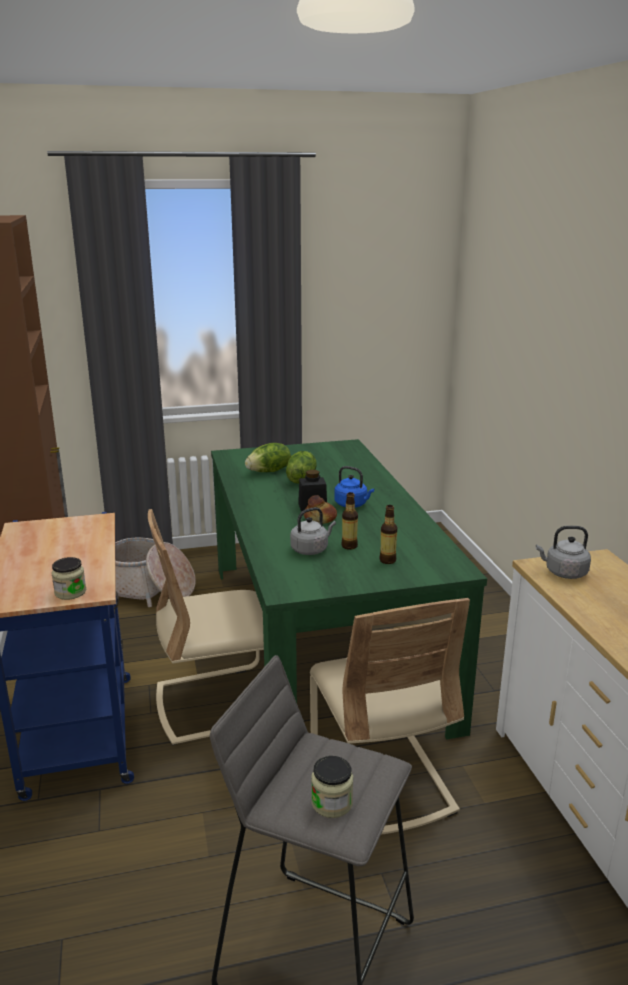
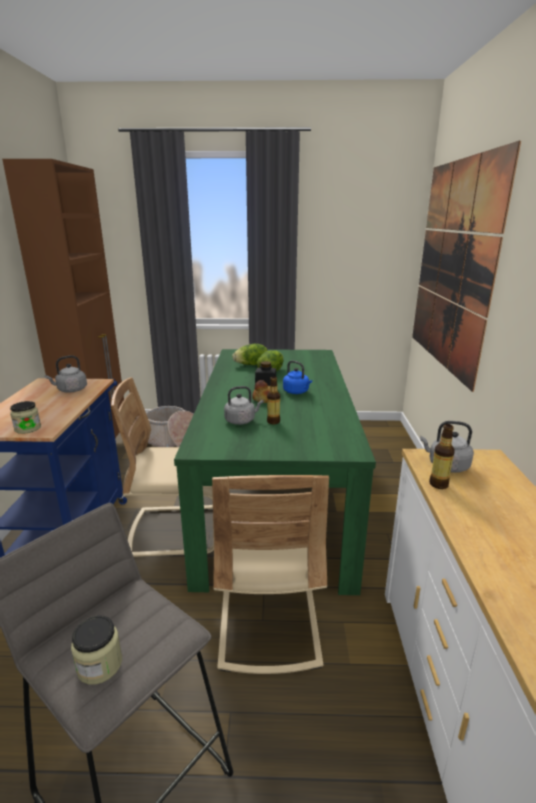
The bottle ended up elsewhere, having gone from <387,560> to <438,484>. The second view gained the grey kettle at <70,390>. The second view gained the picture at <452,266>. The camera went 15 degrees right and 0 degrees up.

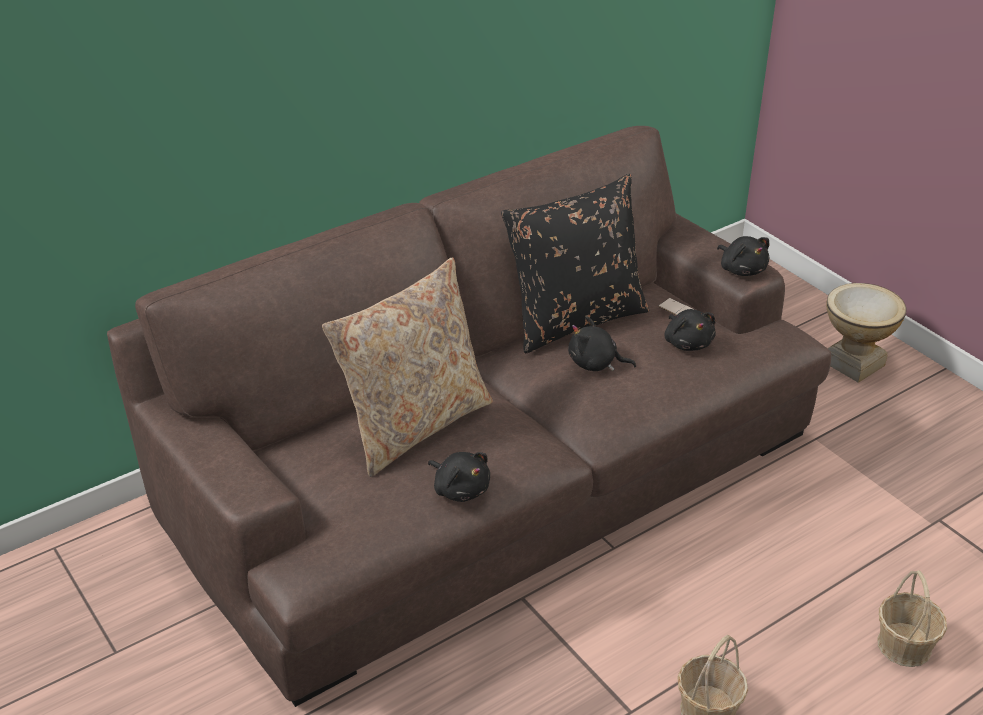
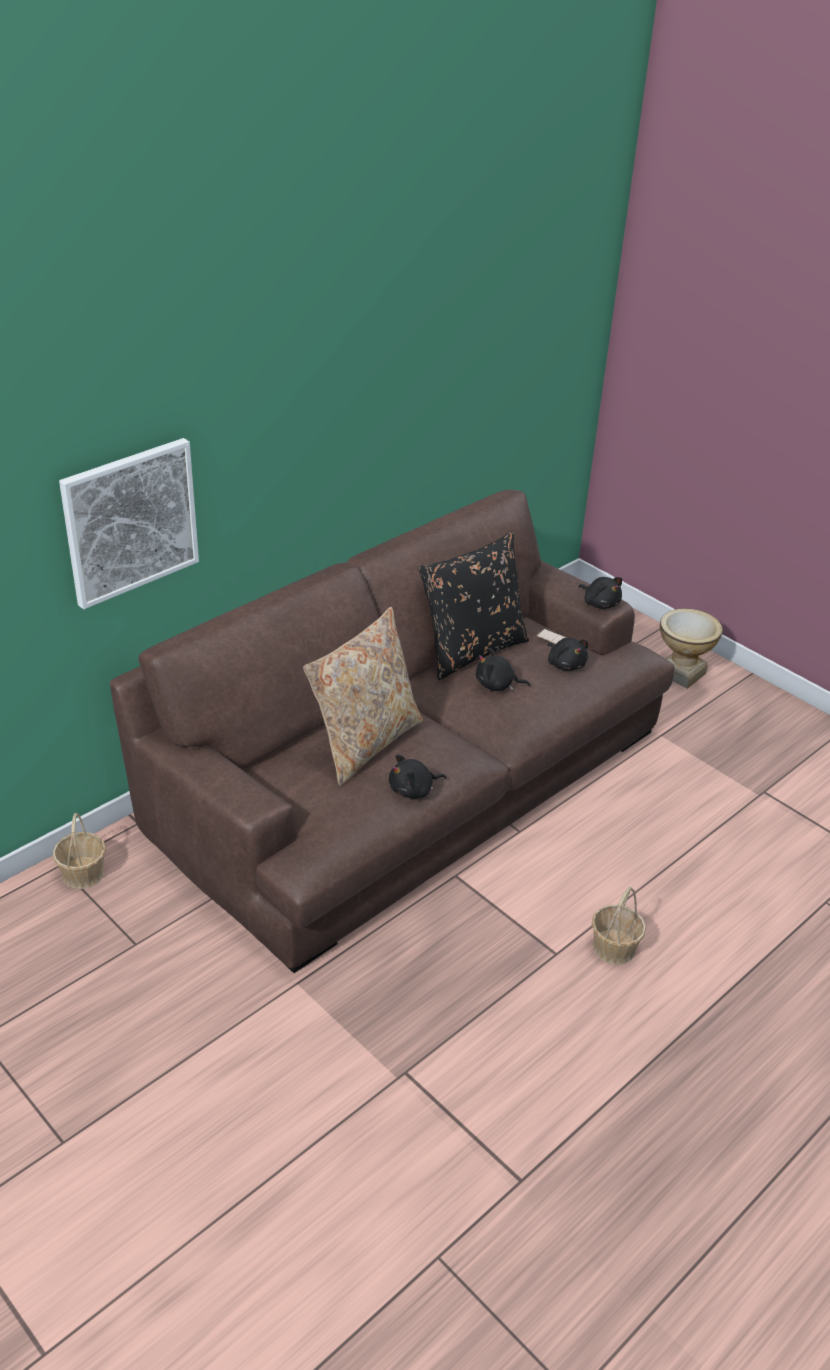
The black plush toy at <460,489> ended up facing another way, 120 degrees clockwise from before. The basket ended up elsewhere, having gone from <904,645> to <83,873>. The second view gained the picture at <130,521>. The camera went 10 degrees left and 0 degrees up.

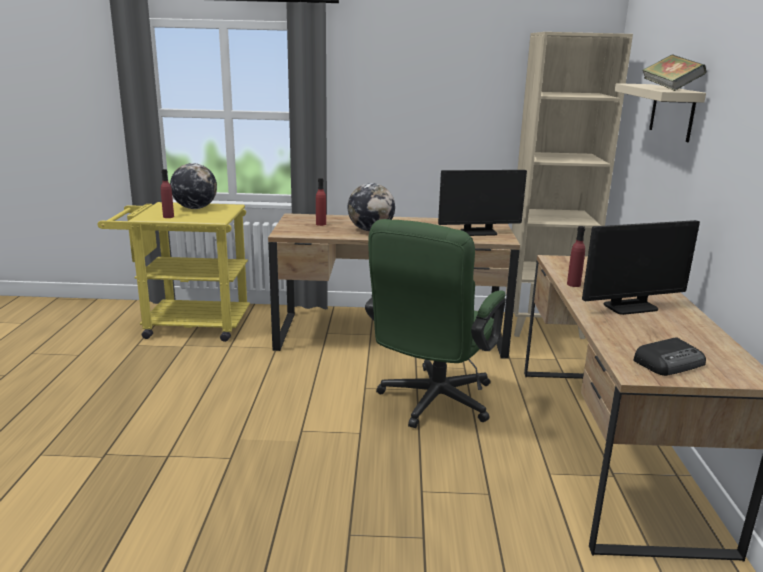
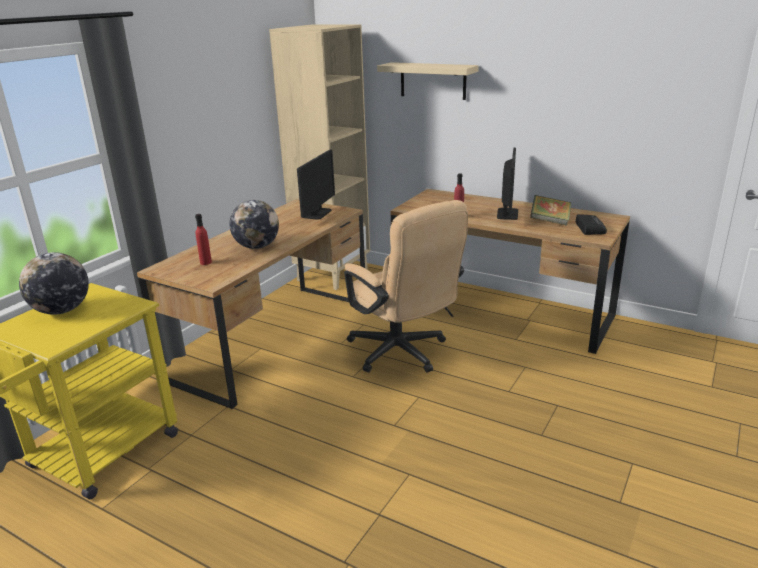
The second view lost the red bottle at <168,217>. What was the green office chair at <431,404> turned into the beige office chair at <403,354>. The book ended up elsewhere, having gone from <670,89> to <549,221>. The camera went 60 degrees left and 5 degrees up.

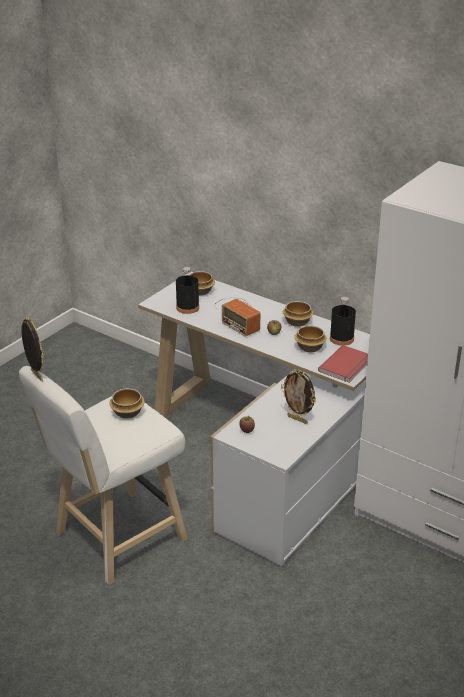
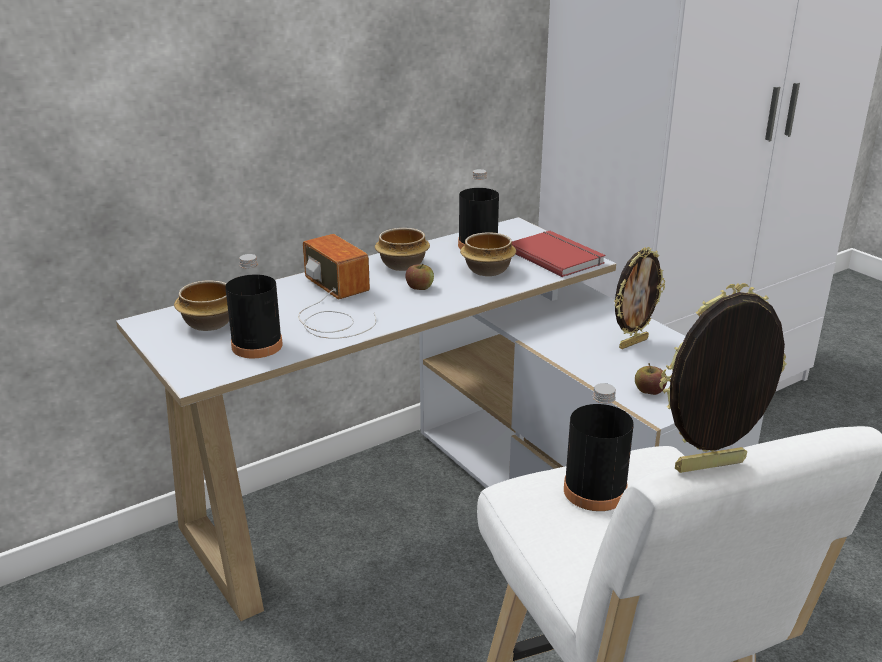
Where the bowl stood at <128,412>, the black bottle came to stand at <595,491>. The radio at <238,315> ended up facing another way, 105 degrees counterclockwise from before. The camera went 70 degrees left and 5 degrees down.

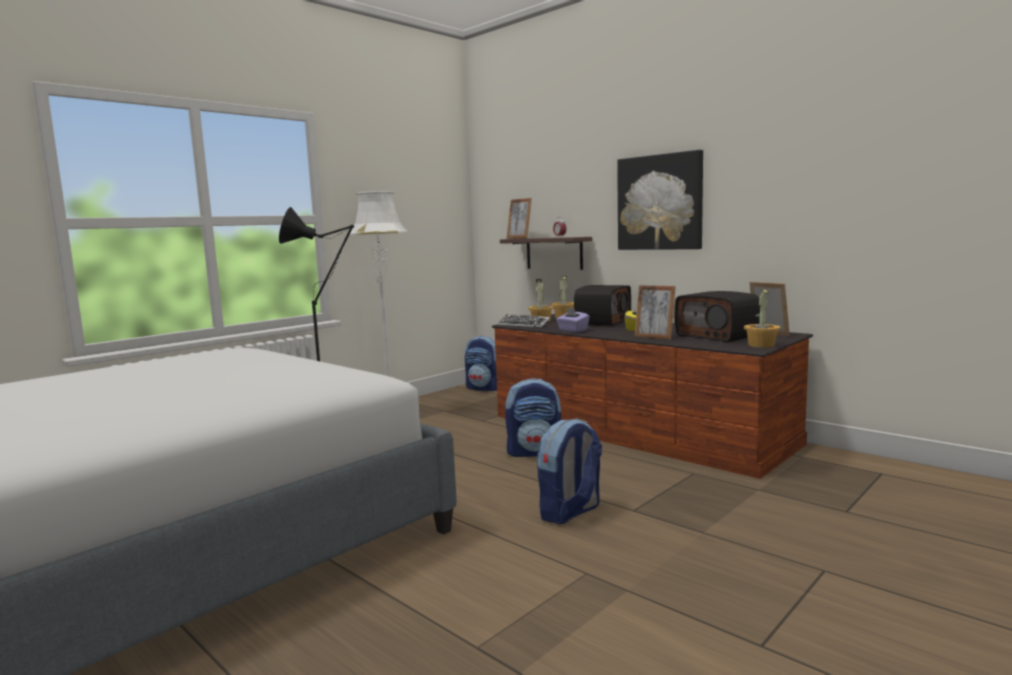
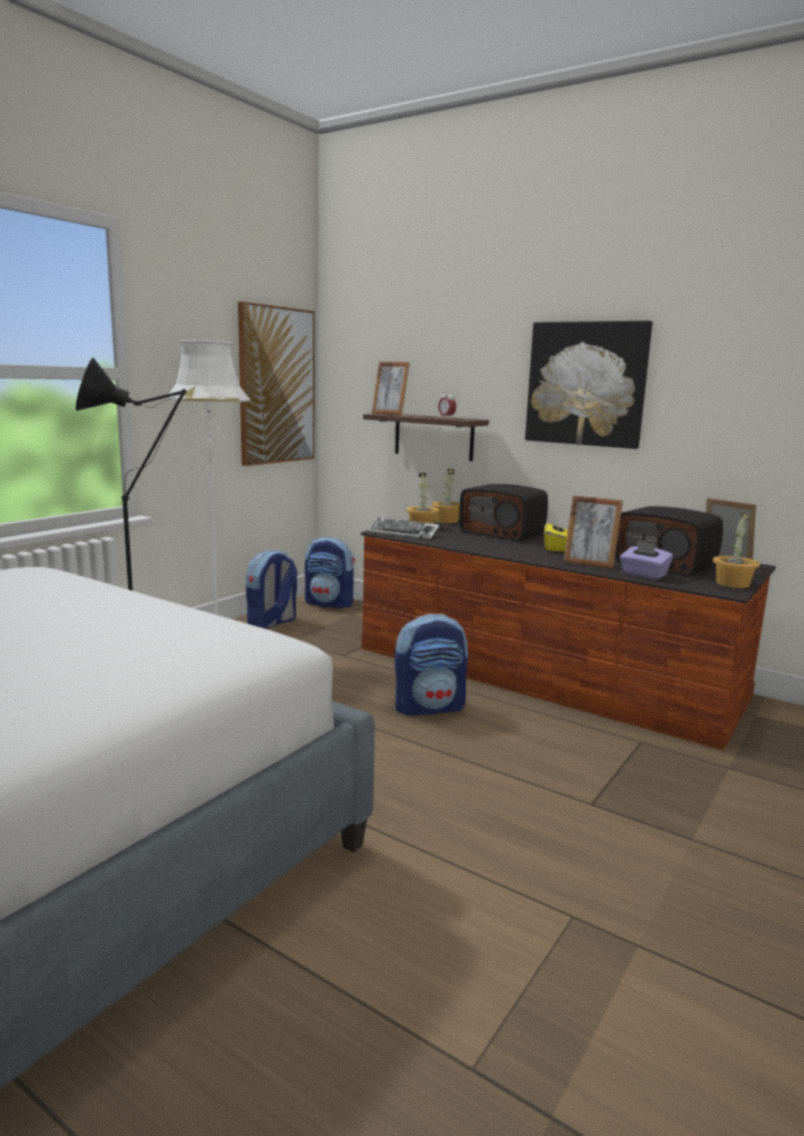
The backpack ended up elsewhere, having gone from <570,512> to <271,623>. The purple tissue box ended up elsewhere, having gone from <572,330> to <643,575>. The radio at <602,322> ended up facing another way, 105 degrees clockwise from before. The second view gained the picture at <276,386>. The camera went 10 degrees left and 5 degrees up.

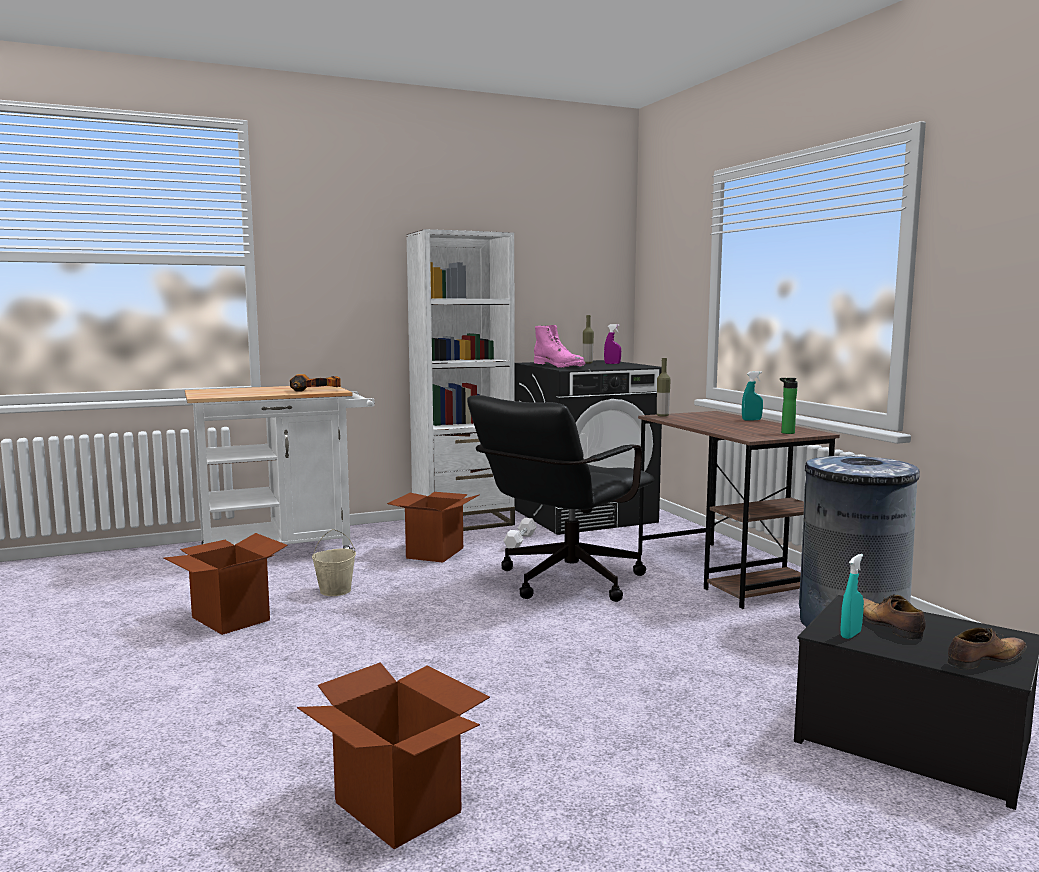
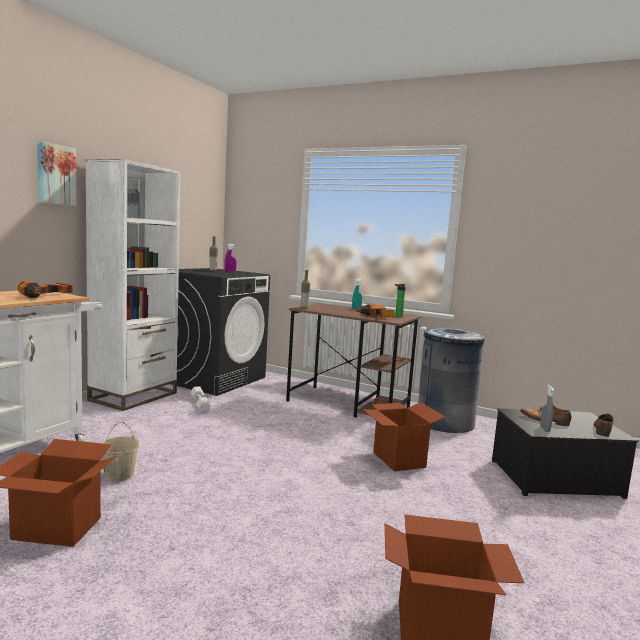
The cardboard box ended up elsewhere, having gone from <435,553> to <398,459>. The second view lost the black office chair at <561,583>. The second view lost the pink boot at <560,366>. What was the turquoise spray bottle at <850,634> turned into the grey spray bottle at <544,429>. The second view gained the picture at <55,174>. The second view gained the power drill at <374,317>. The camera went 40 degrees left and 0 degrees up.

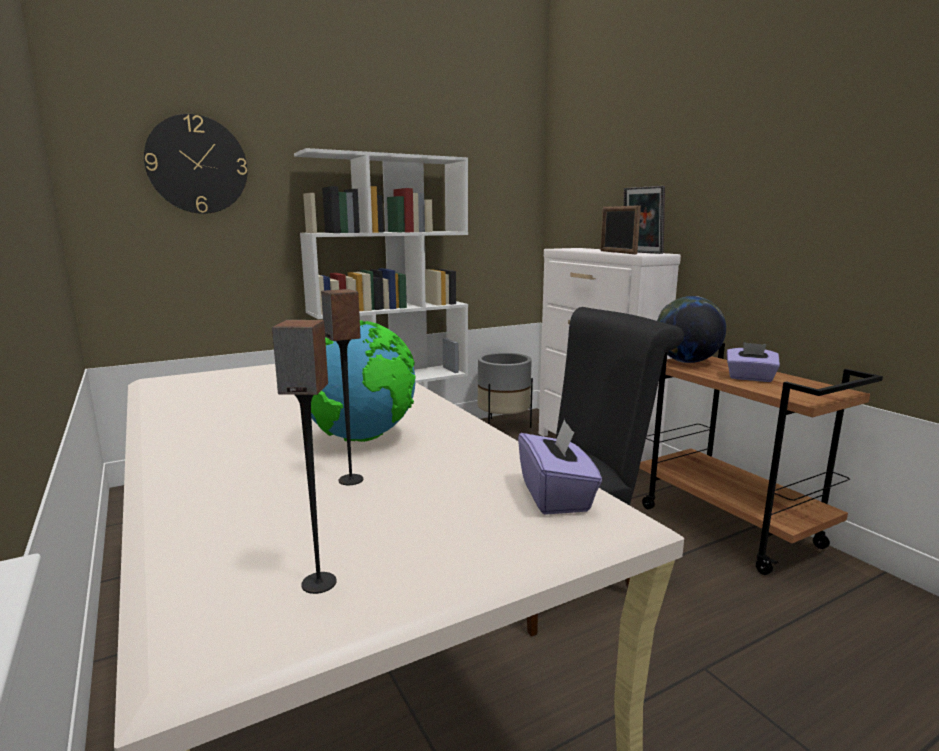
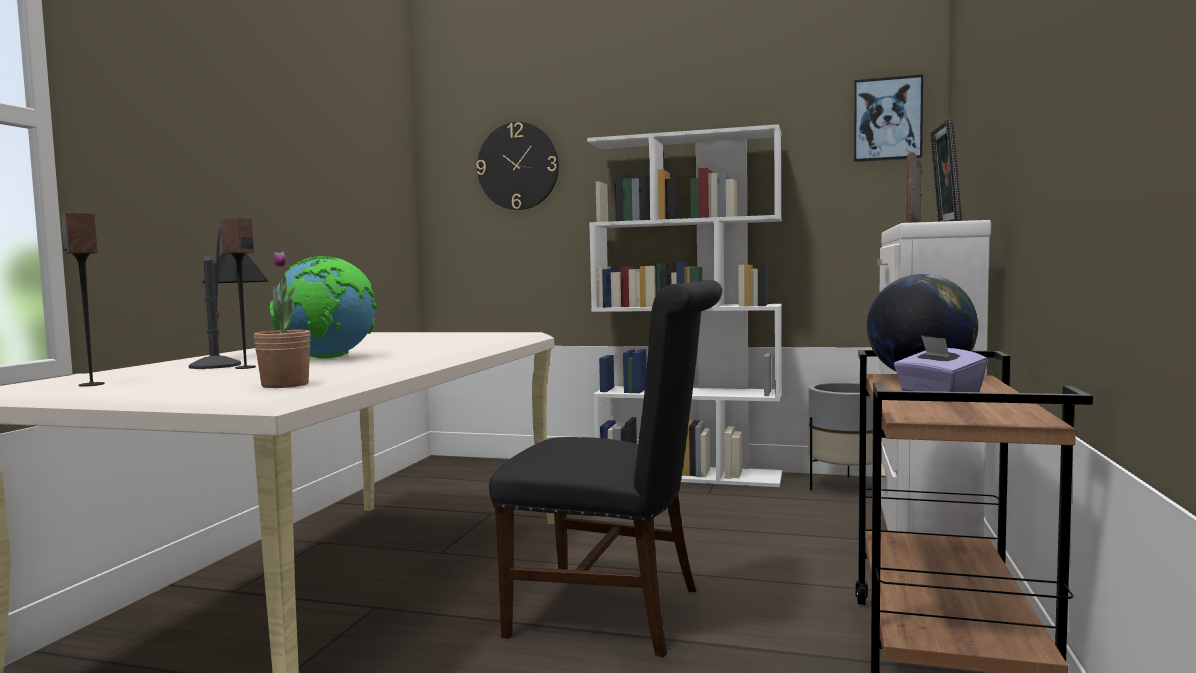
Where the purple tissue box stood at <556,496>, the potted plant came to stand at <285,385>. The second view gained the table lamp at <231,360>. The second view gained the picture at <887,119>. The camera went 45 degrees right and 10 degrees down.

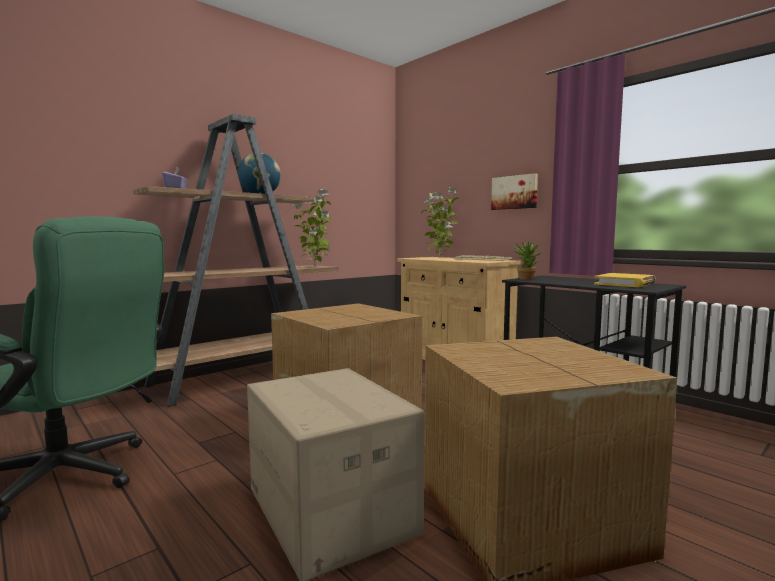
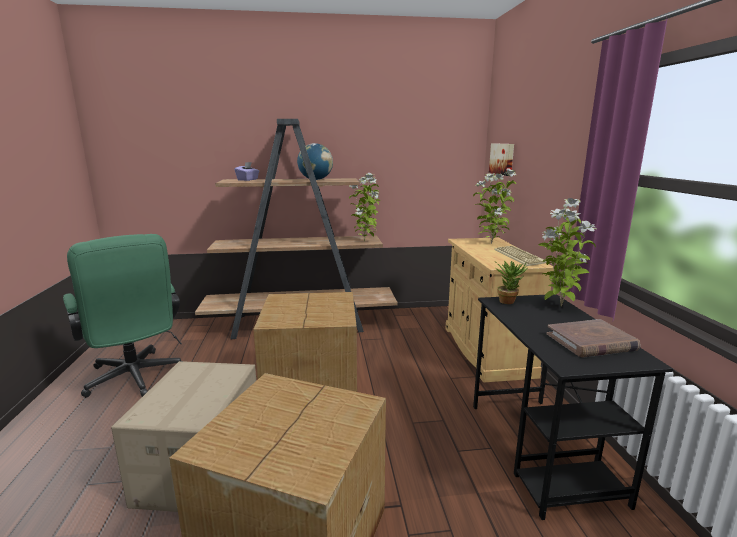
The picture ended up elsewhere, having gone from <514,192> to <502,159>. What was the yellow book at <624,283> turned into the brown book at <591,342>. The second view gained the potted plant at <559,306>. The camera went 35 degrees right and 10 degrees up.

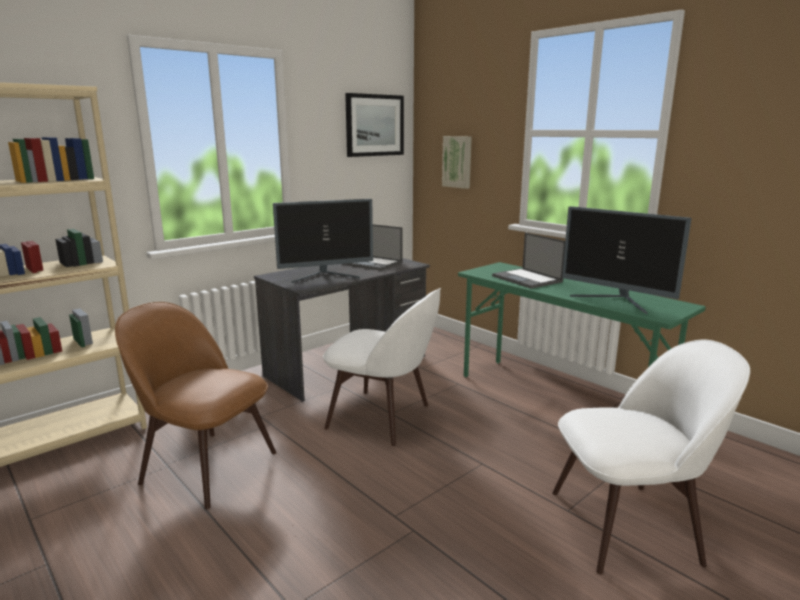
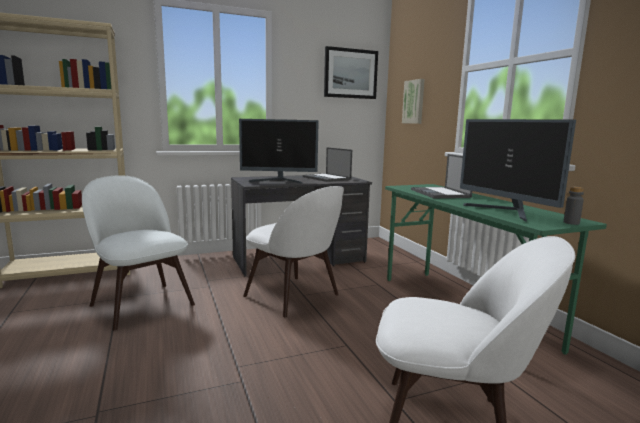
What was the brown chair at <205,466> turned into the white chair at <140,303>. The second view gained the grey bottle at <571,223>. The camera went 20 degrees right and 5 degrees down.

